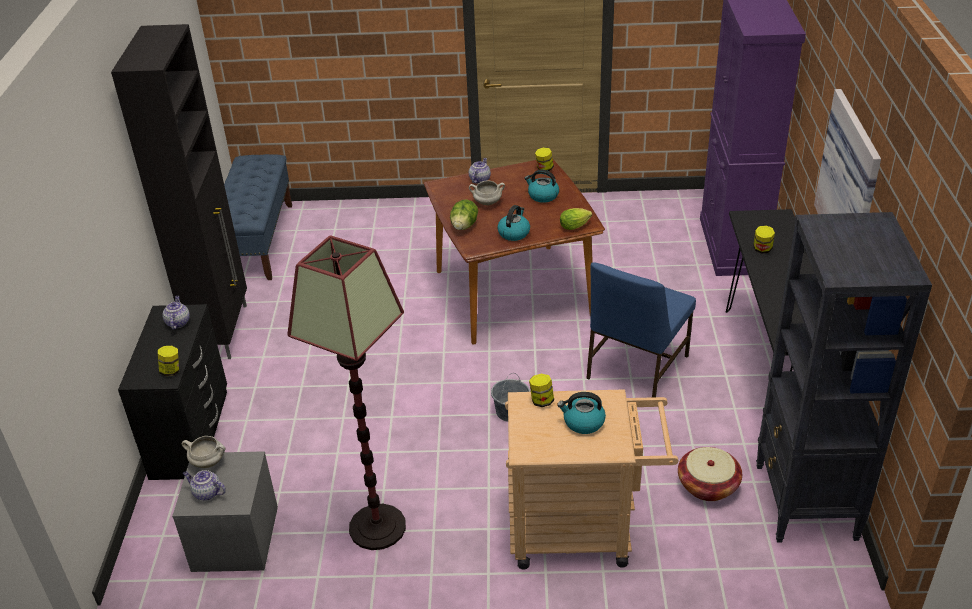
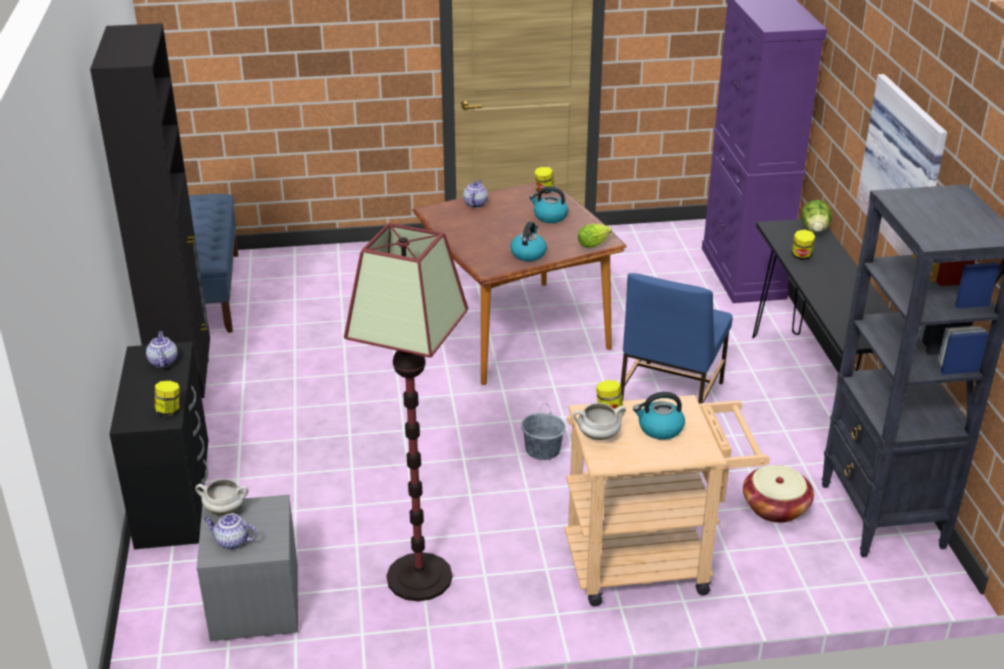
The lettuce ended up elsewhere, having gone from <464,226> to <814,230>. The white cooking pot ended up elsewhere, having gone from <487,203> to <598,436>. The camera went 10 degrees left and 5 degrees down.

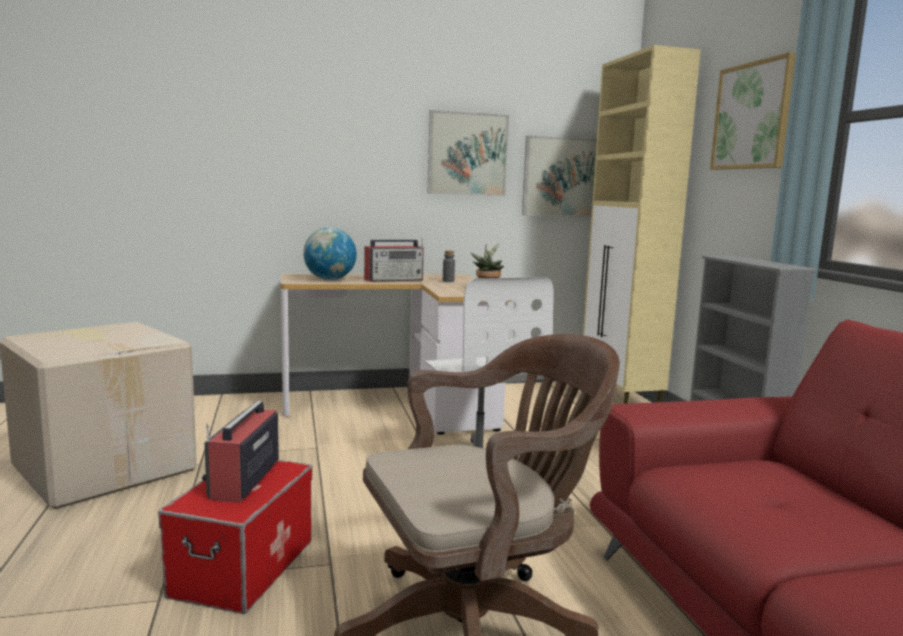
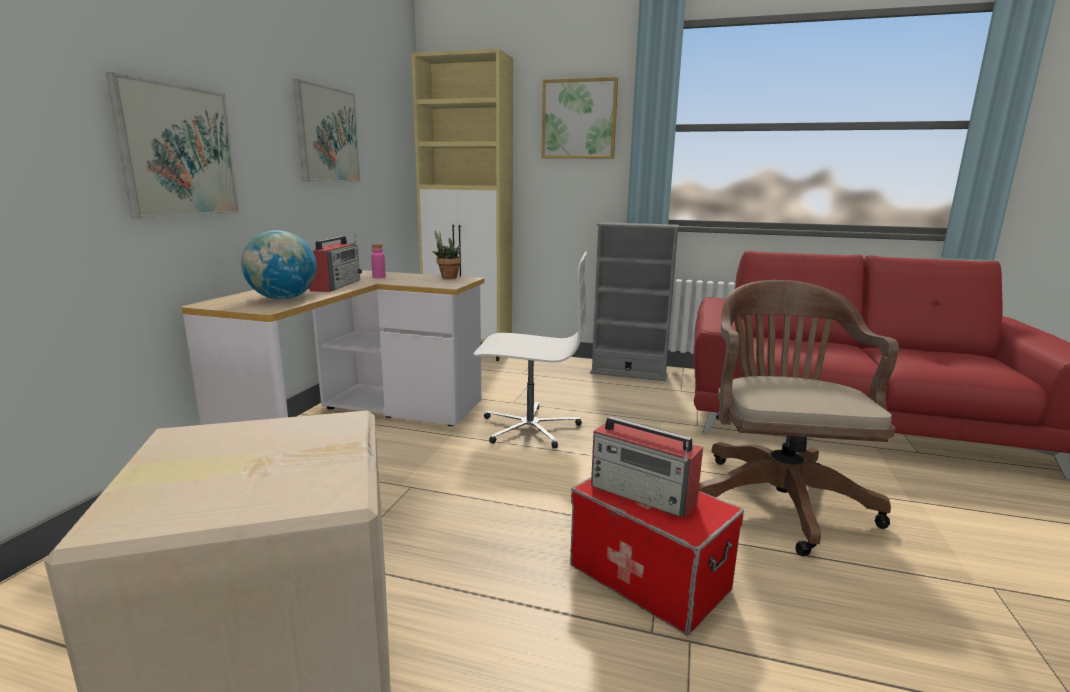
What was the grey bottle at <448,281> turned into the pink bottle at <379,277>. The picture ended up elsewhere, having gone from <560,177> to <178,151>. The camera went 60 degrees left and 5 degrees up.

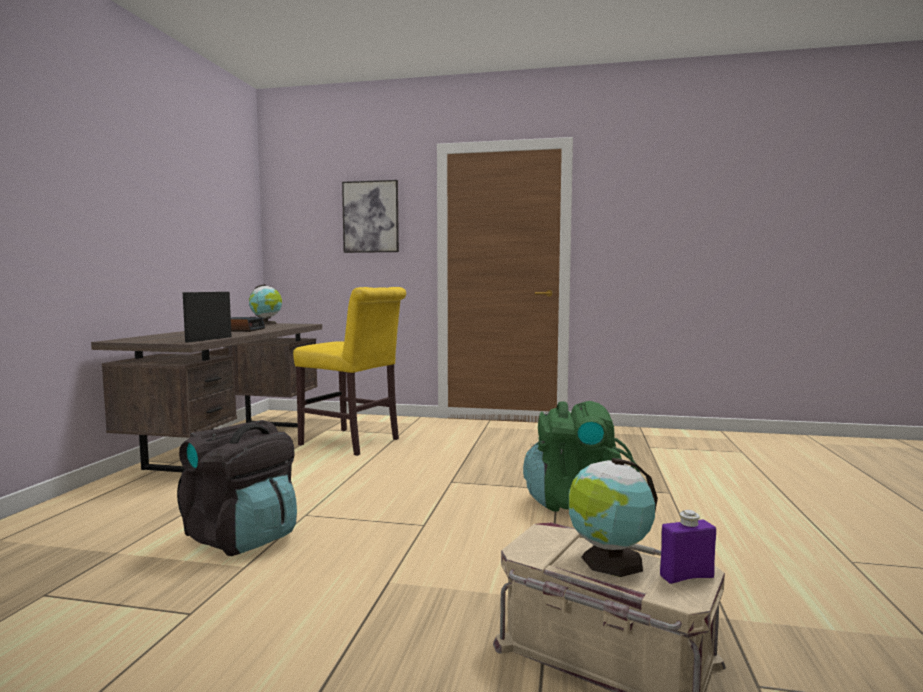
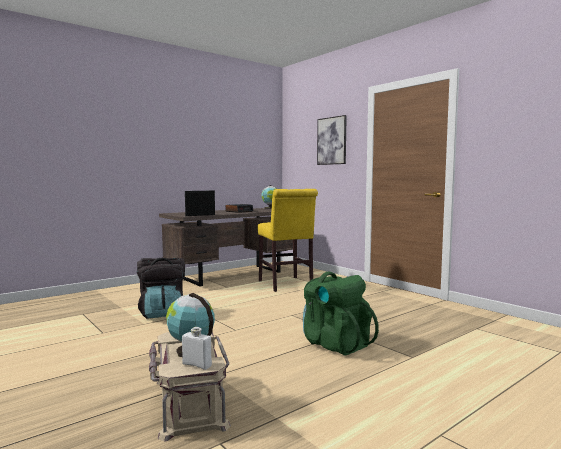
What was the purple bottle at <686,576> turned into the white bottle at <197,365>. The camera went 40 degrees right and 0 degrees up.

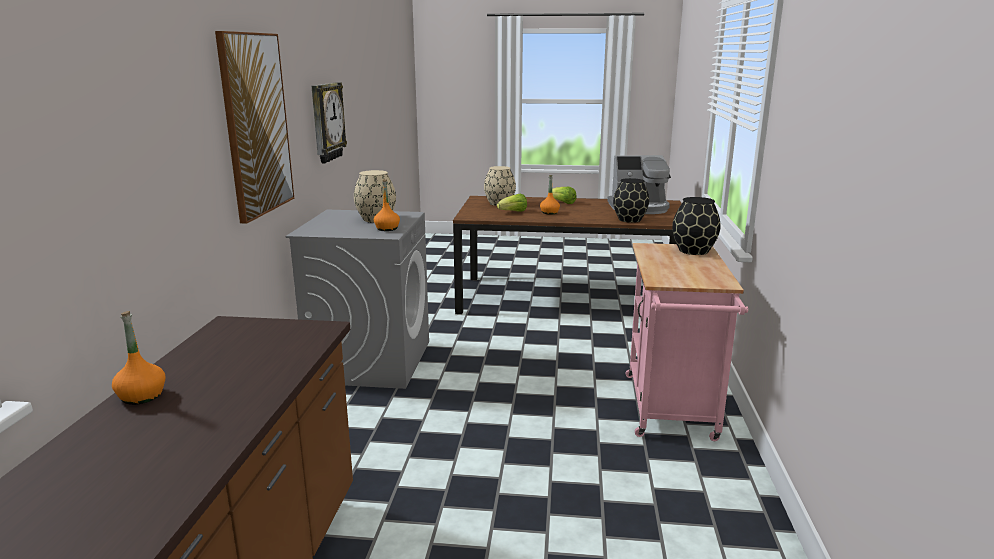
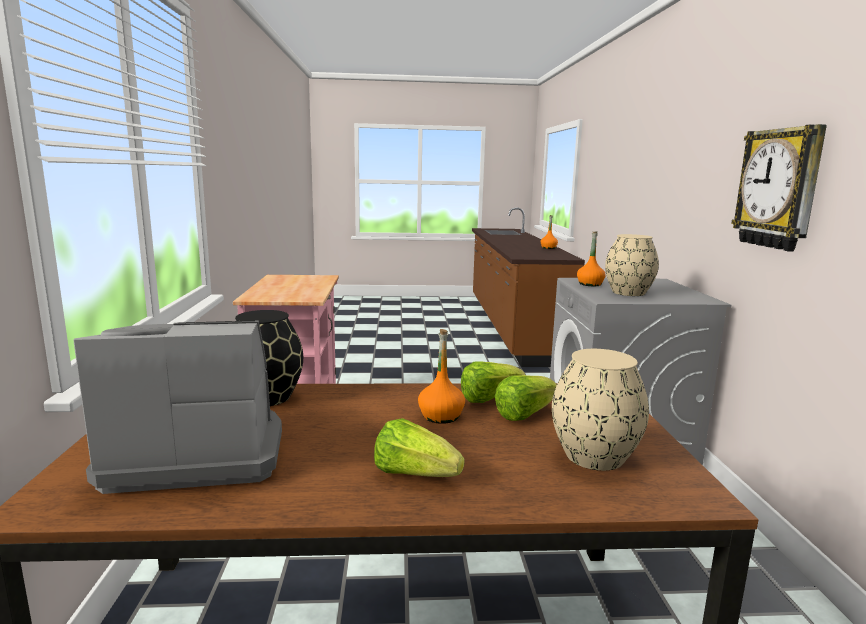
The second view lost the picture at <256,125>. The second view lost the black vase at <694,251>. The second view gained the lettuce at <489,399>. The camera went 170 degrees right and 5 degrees down.

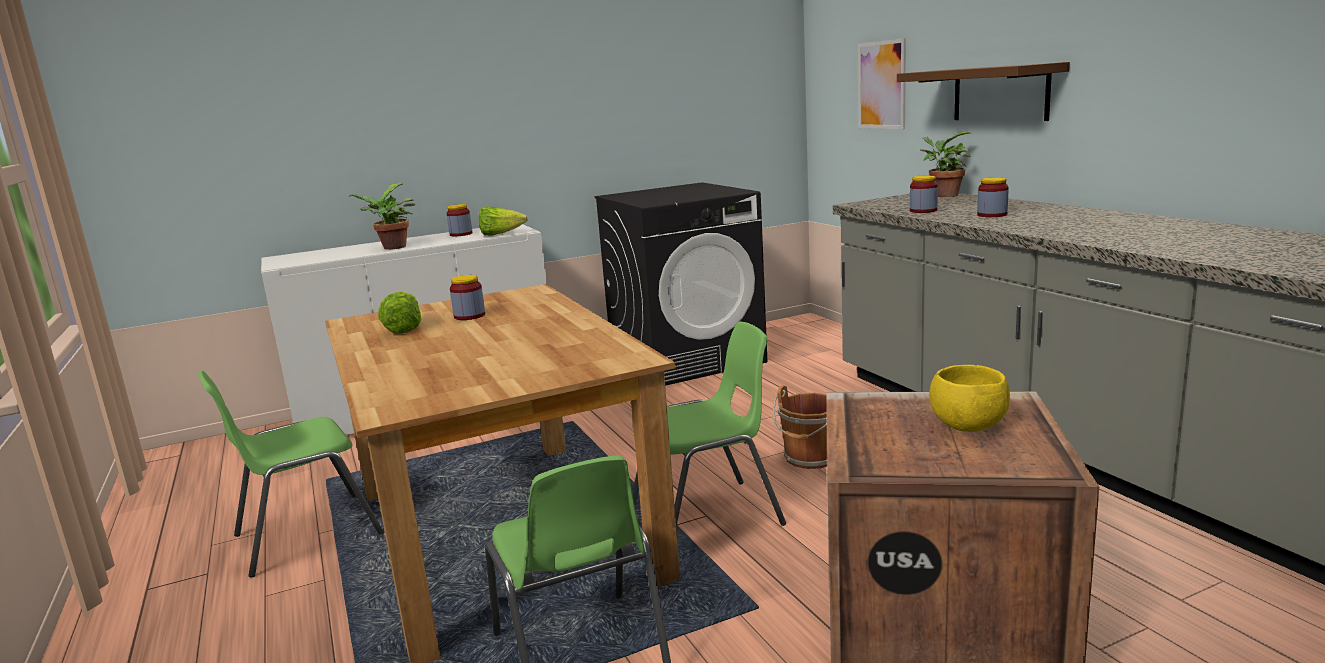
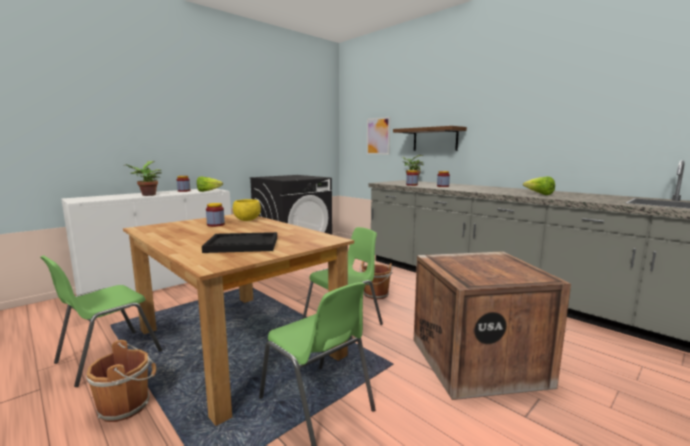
The lettuce ended up elsewhere, having gone from <404,329> to <539,194>. The yellow bowl ended up elsewhere, having gone from <968,427> to <247,220>. The second view gained the brown bucket at <127,405>. The second view gained the black tray at <242,245>. The camera went 20 degrees left and 5 degrees down.

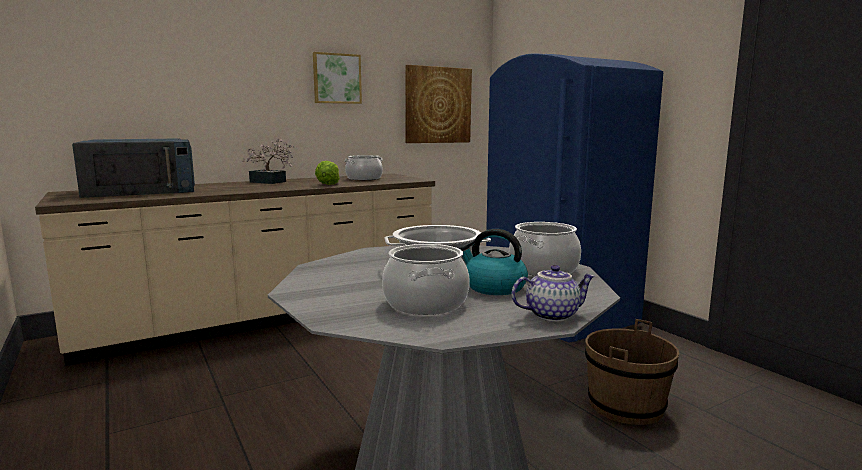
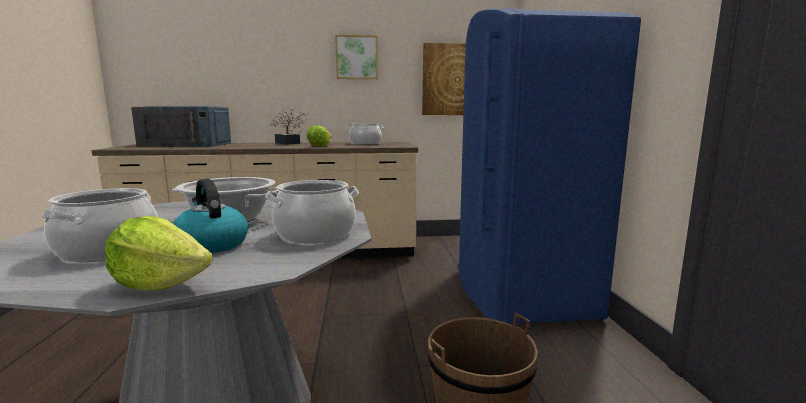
Where the teapot stood at <552,315>, the lettuce came to stand at <160,284>. The camera went 25 degrees right and 0 degrees up.

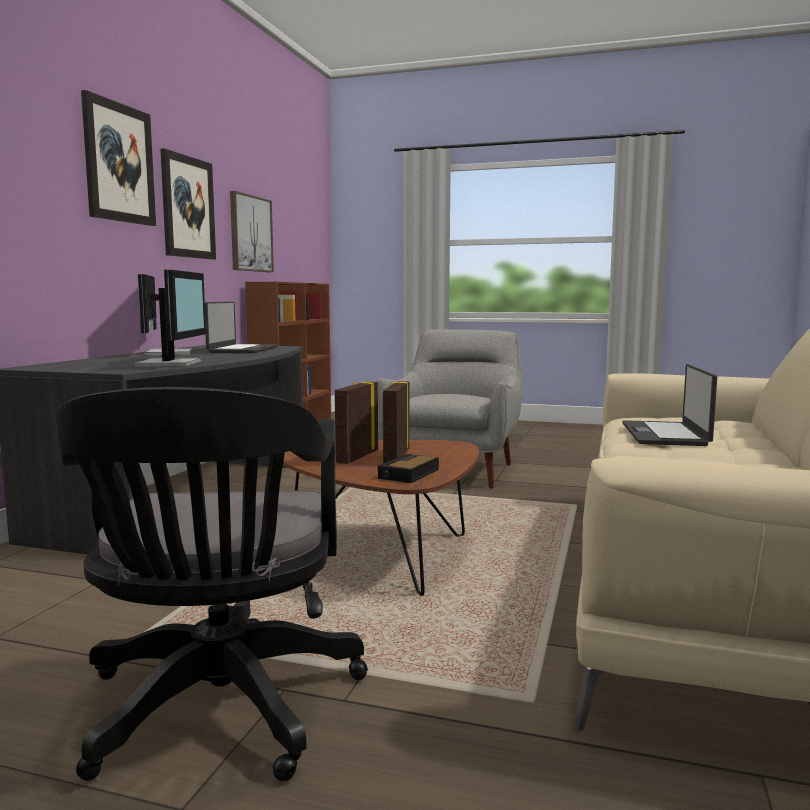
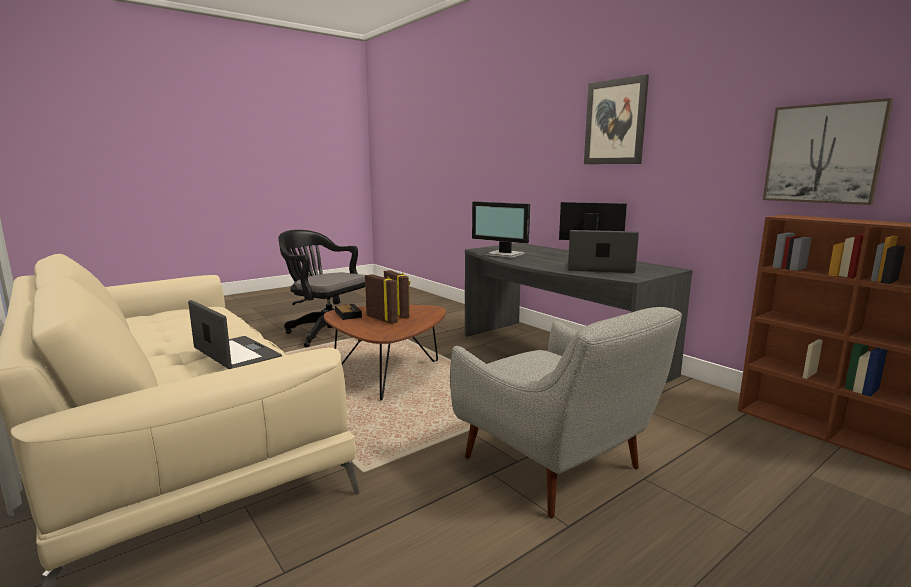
The second view lost the picture at <188,207>. The laptop at <242,350> ended up facing another way, 150 degrees clockwise from before. The camera went 125 degrees right and 5 degrees up.

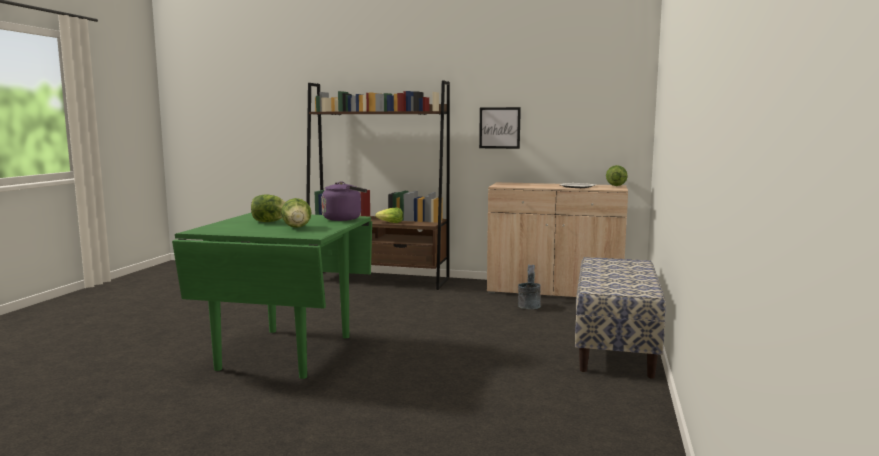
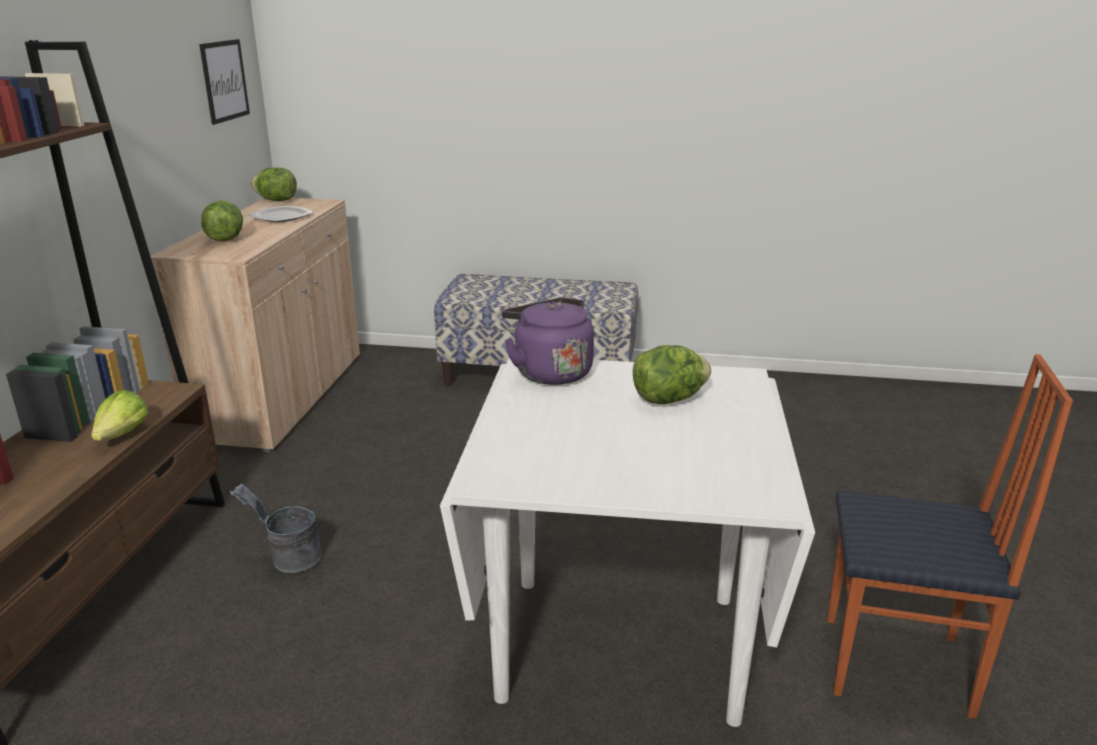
What was the green dining table at <285,352> turned into the white dining table at <620,647>. The lettuce ended up elsewhere, having gone from <269,222> to <225,239>. The picture ended up elsewhere, having gone from <499,128> to <224,81>. The grey bucket ended up elsewhere, having gone from <529,305> to <288,559>. The second view gained the chair at <898,667>. The camera went 95 degrees left and 15 degrees up.

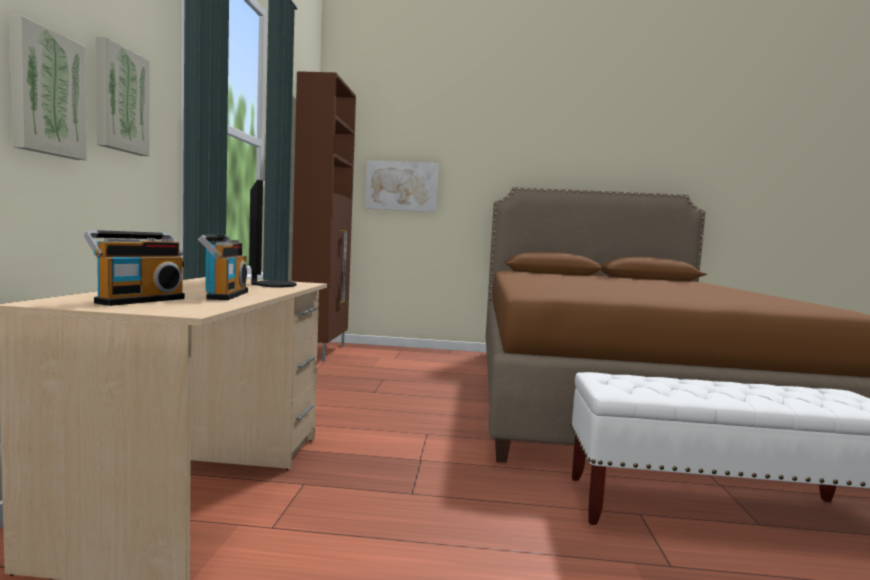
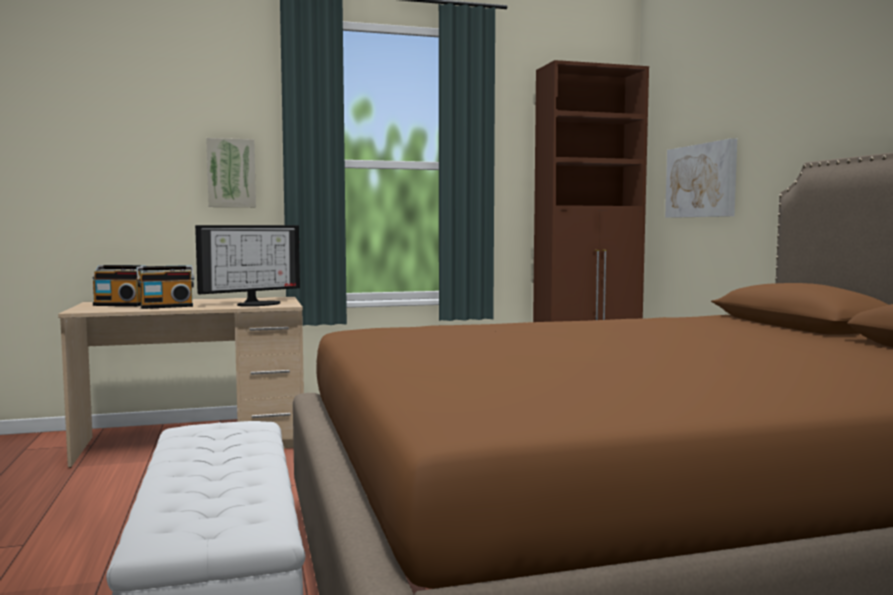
The second view lost the picture at <45,93>. The camera went 70 degrees right and 0 degrees up.

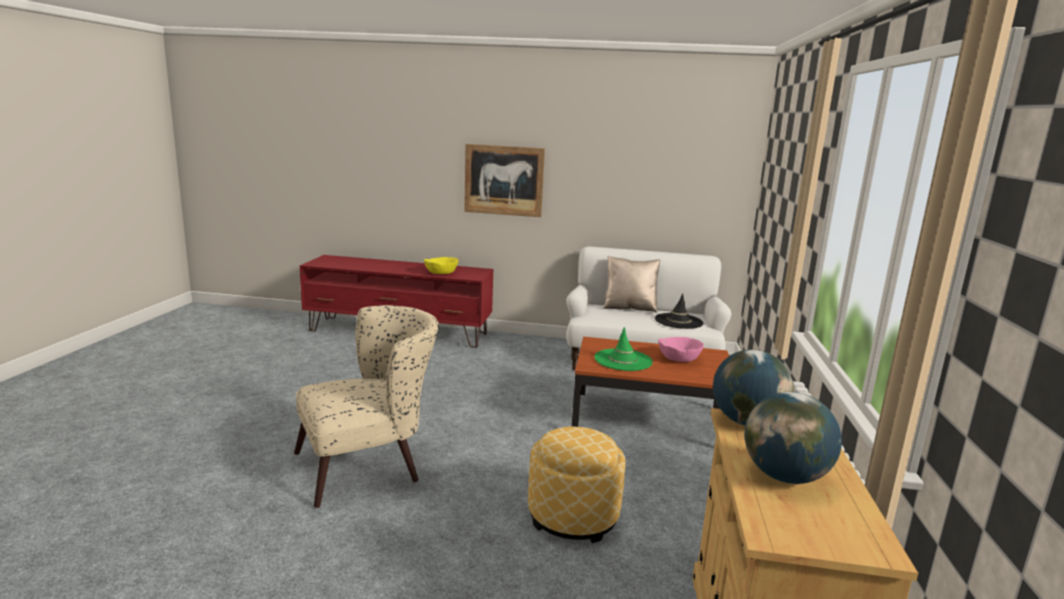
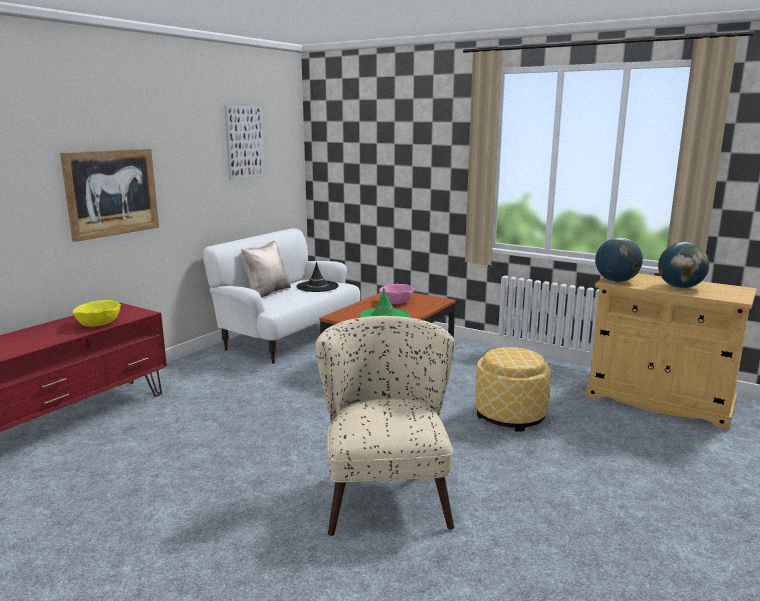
The second view gained the picture at <244,142>. The camera went 65 degrees left and 0 degrees up.

